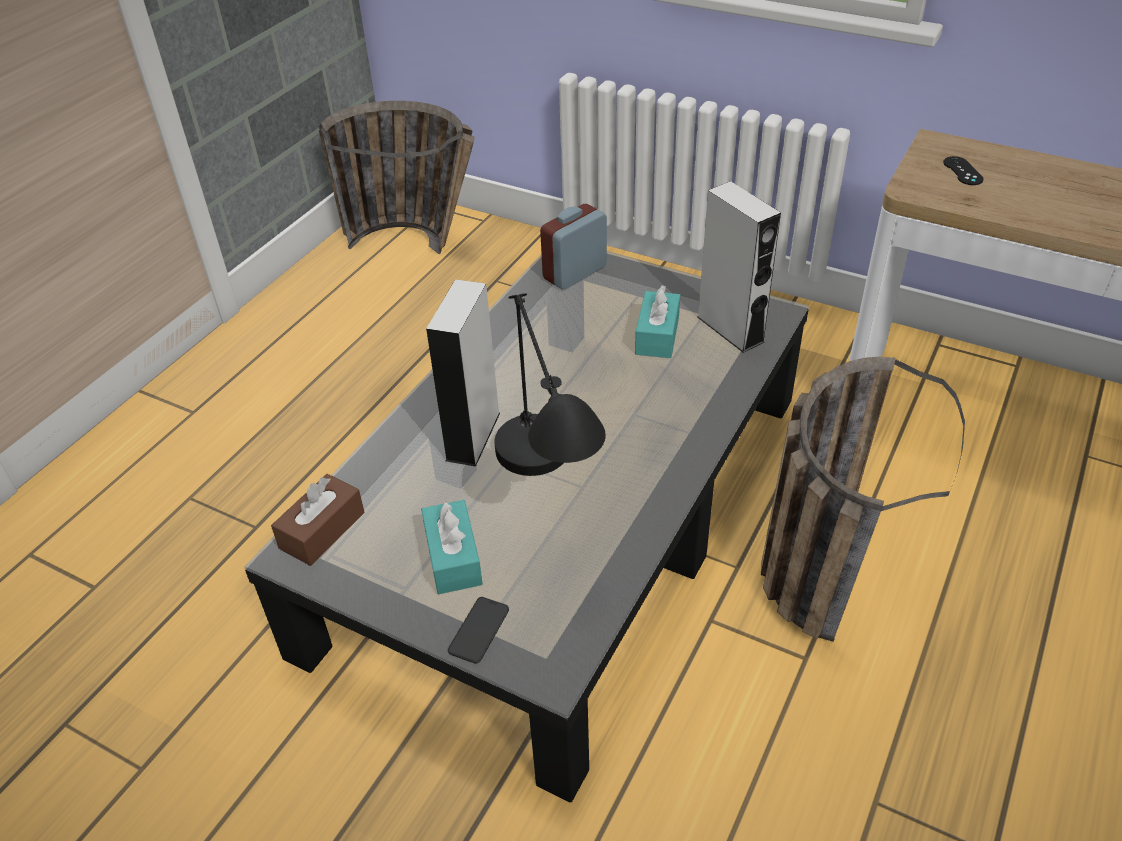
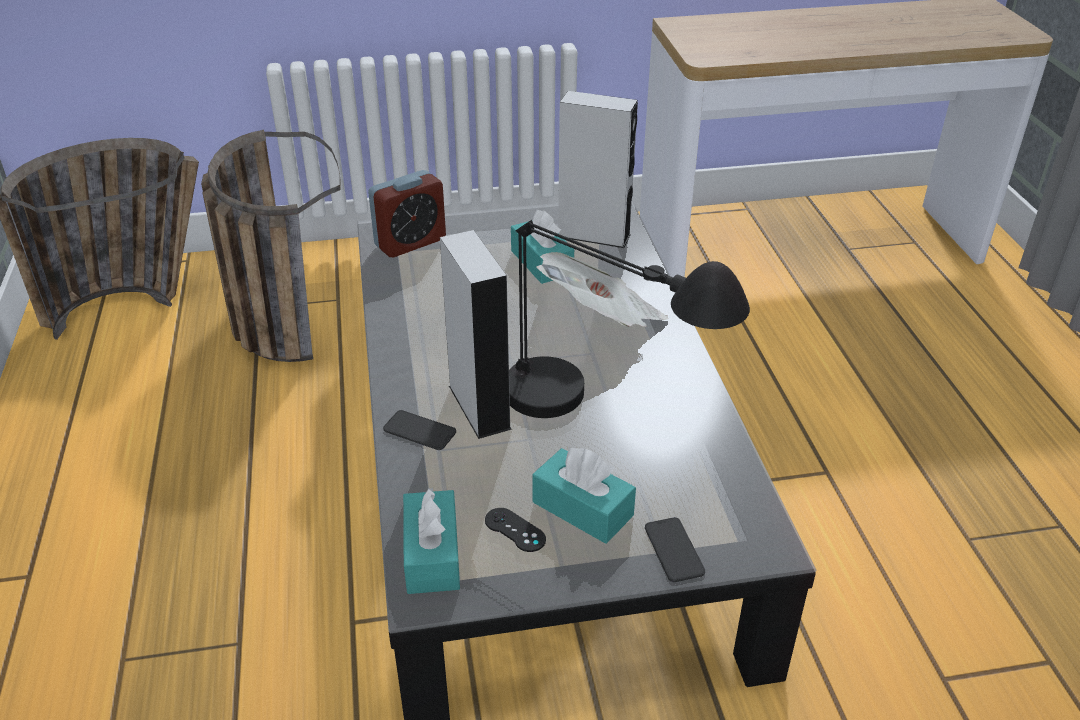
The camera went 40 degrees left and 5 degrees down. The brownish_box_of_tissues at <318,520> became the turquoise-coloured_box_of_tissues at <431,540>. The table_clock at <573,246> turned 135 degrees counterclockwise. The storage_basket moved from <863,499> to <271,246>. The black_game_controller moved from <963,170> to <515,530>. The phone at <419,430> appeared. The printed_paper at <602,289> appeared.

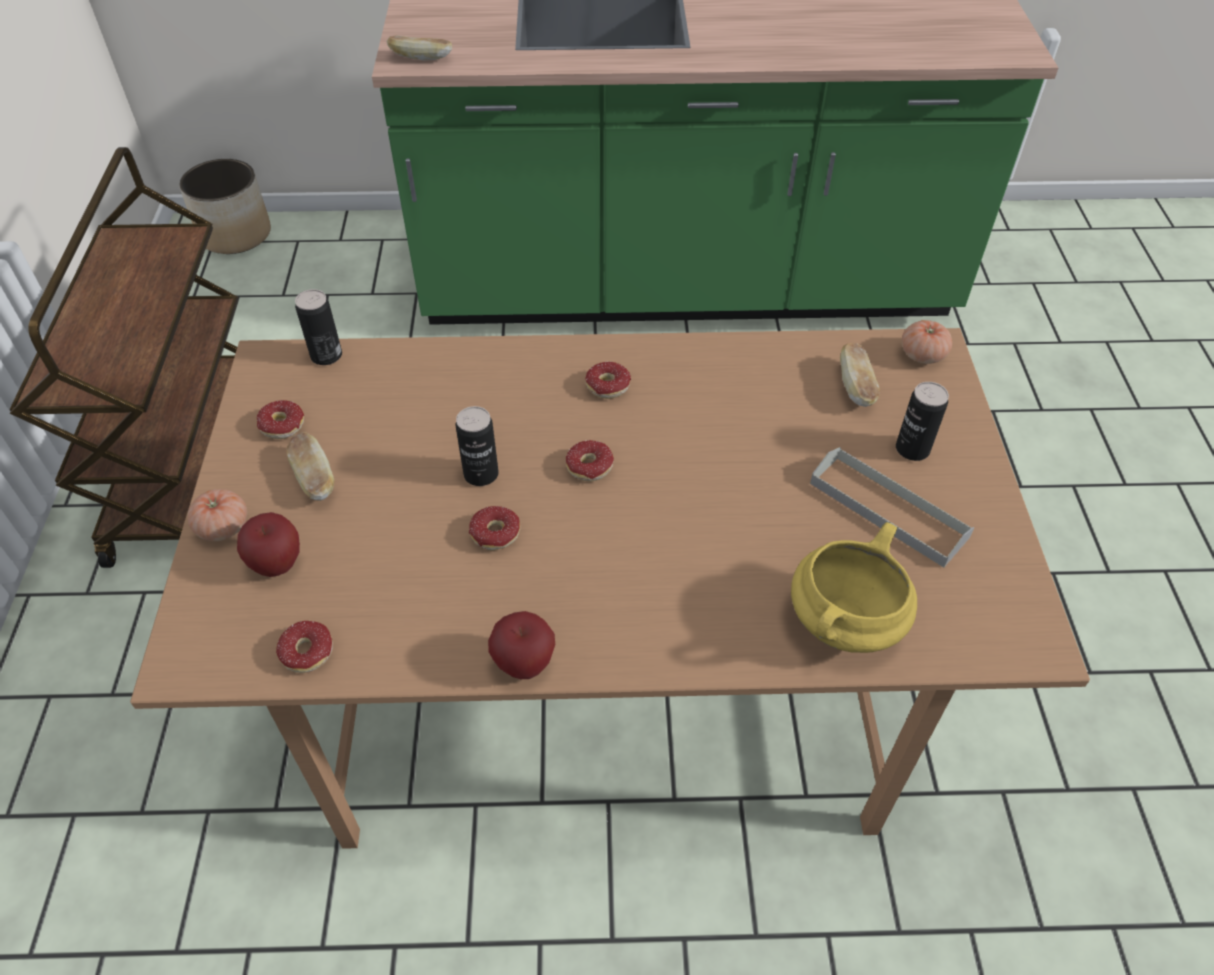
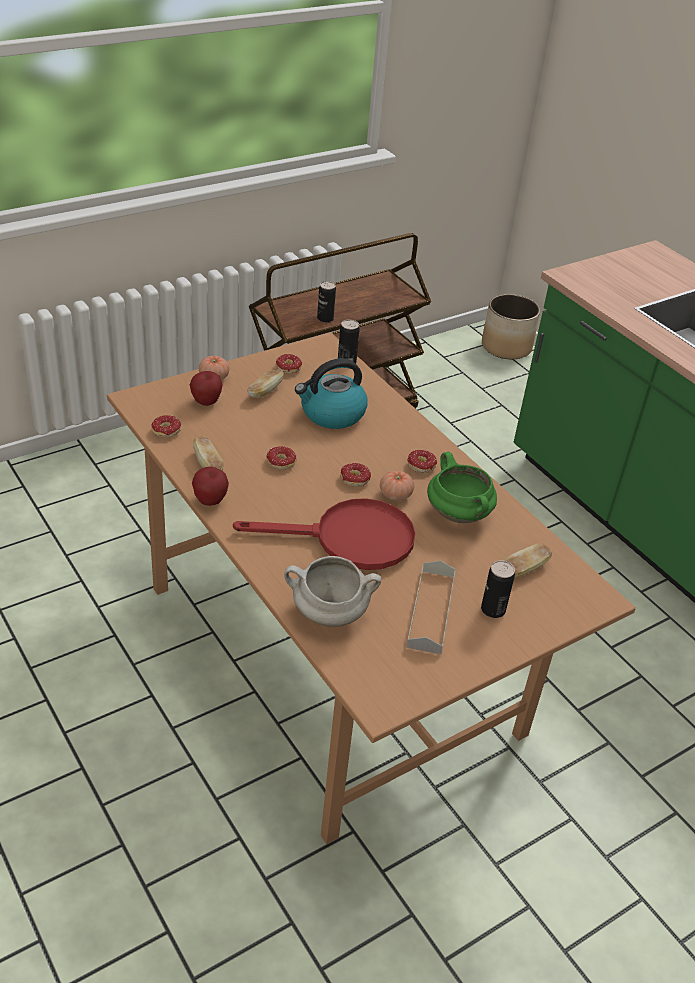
The camera went 55 degrees right and 10 degrees down. The bakery_bread moved from <419,48> to <208,453>. The metal_can moved from <477,446> to <326,302>. The yellow-coloured_saucepot at <854,587> became the whitish_saucepot at <332,591>. The tomato moved from <927,342> to <397,486>. The red_pan at <324,534> appeared. The tea_kettle at <331,393> appeared. The green-coloured_saucepot at <462,487> appeared.

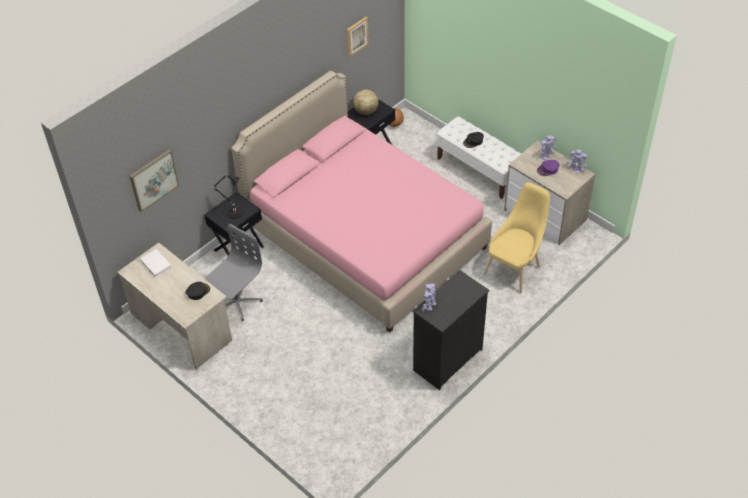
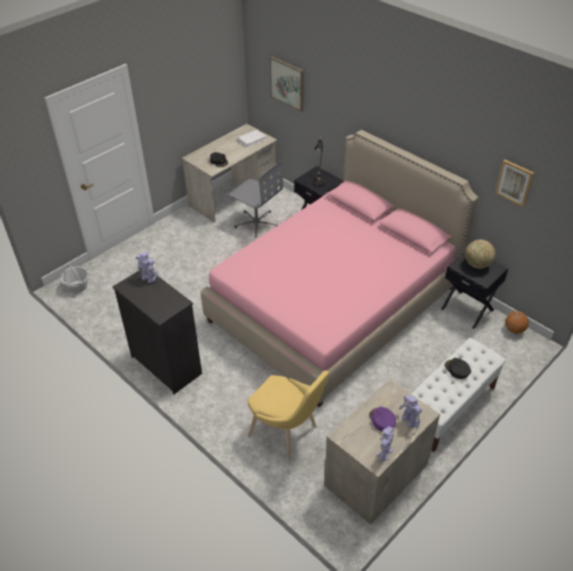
The camera went 90 degrees right and 5 degrees down. The storage_basket at <75,278> appeared.

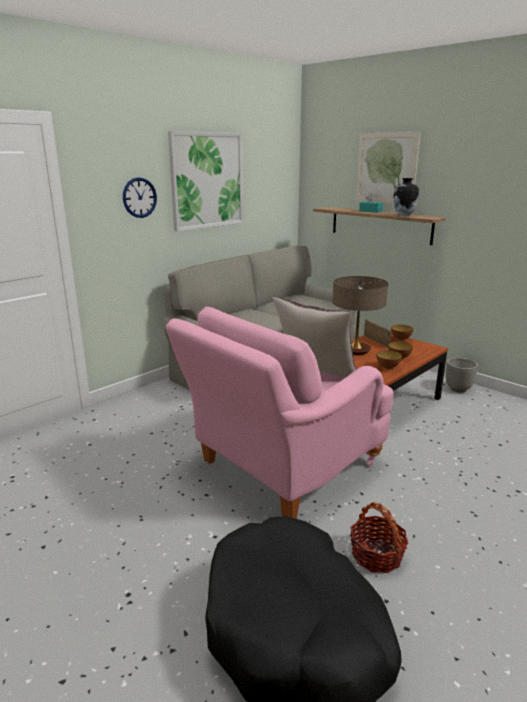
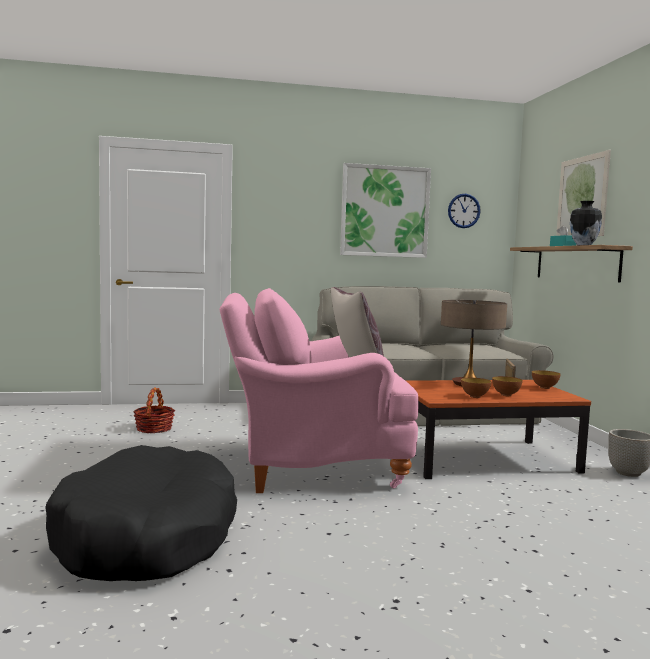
The camera went 35 degrees right and 15 degrees down. The hanging_clock moved from <140,197> to <464,211>. The storage_basket moved from <379,537> to <154,410>.

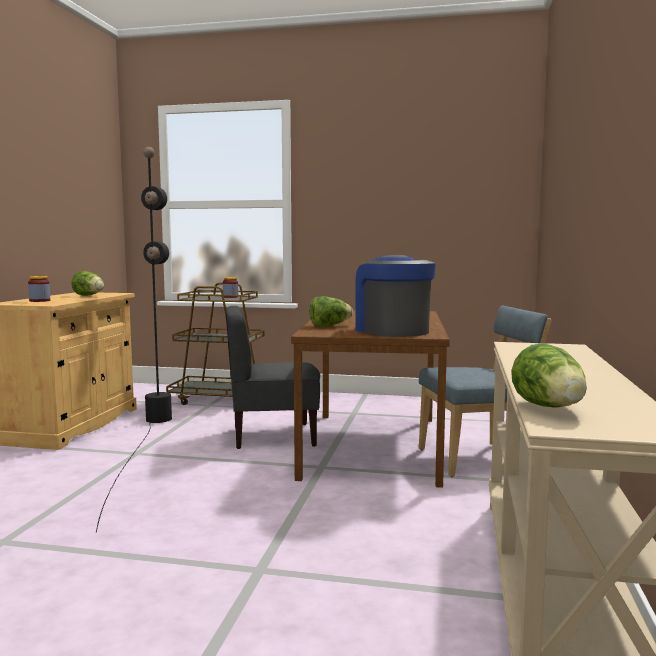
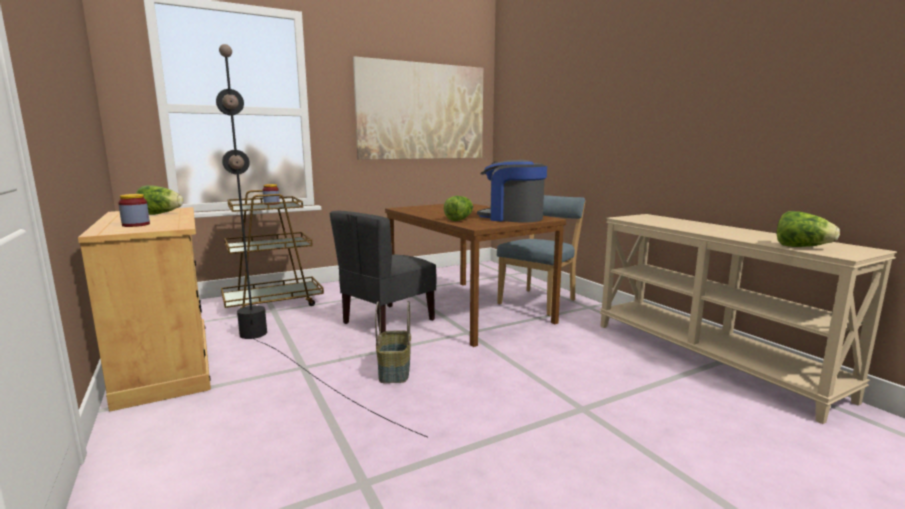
The camera went 40 degrees left and 5 degrees up. The wall_art at <418,108> appeared. The storage_basket at <393,342> appeared.

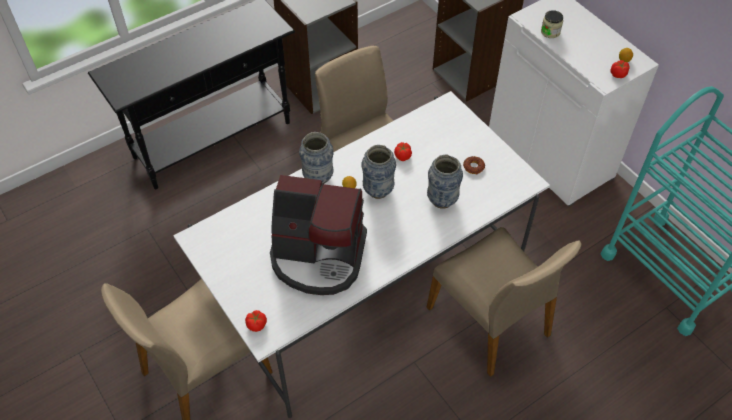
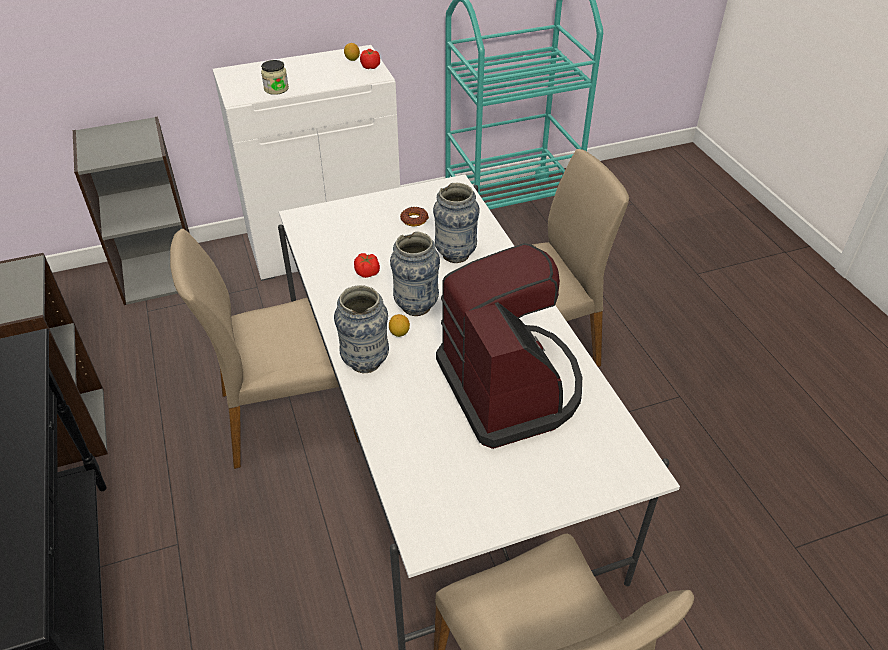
The camera went 75 degrees left and 10 degrees down. The tomato at <256,321> disappeared. The coffee_machine at <318,235> turned 45 degrees counterclockwise.

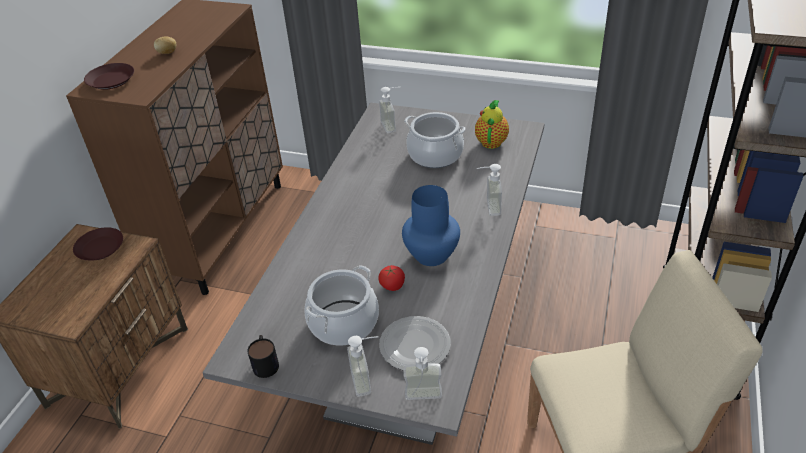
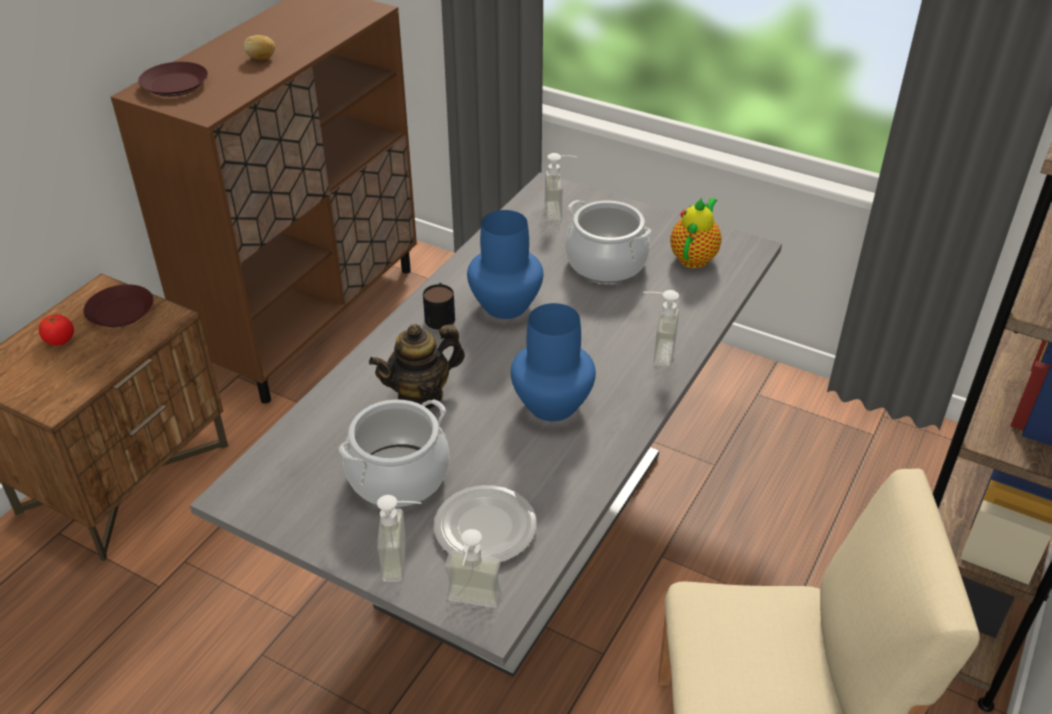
The camera went 10 degrees right and 0 degrees up. The tea_mug moved from <263,356> to <439,306>. The tomato moved from <391,278> to <56,330>. The pot_for_tea at <417,366> appeared. The blue_vase at <505,264> appeared.

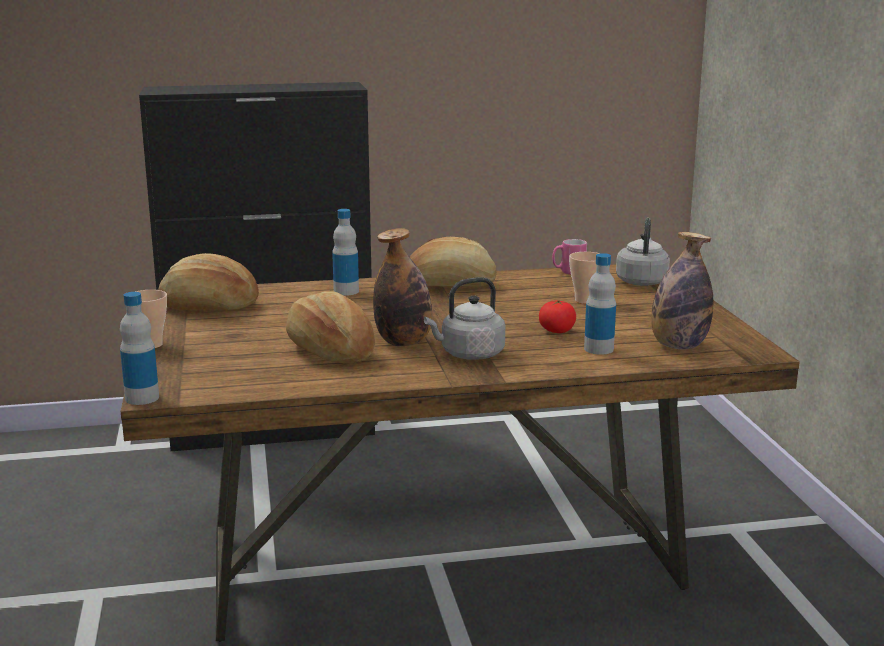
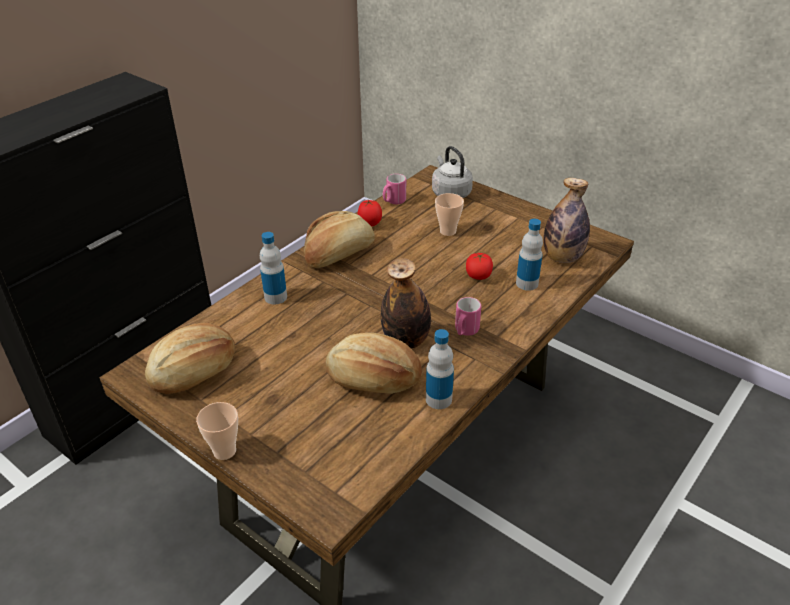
The camera went 40 degrees left and 20 degrees up. The bottle moved from <139,348> to <440,369>. The gray_tea_kettle at <464,318> was replaced by the pink_tea_mug at <468,316>. The tomato at <370,213> appeared.

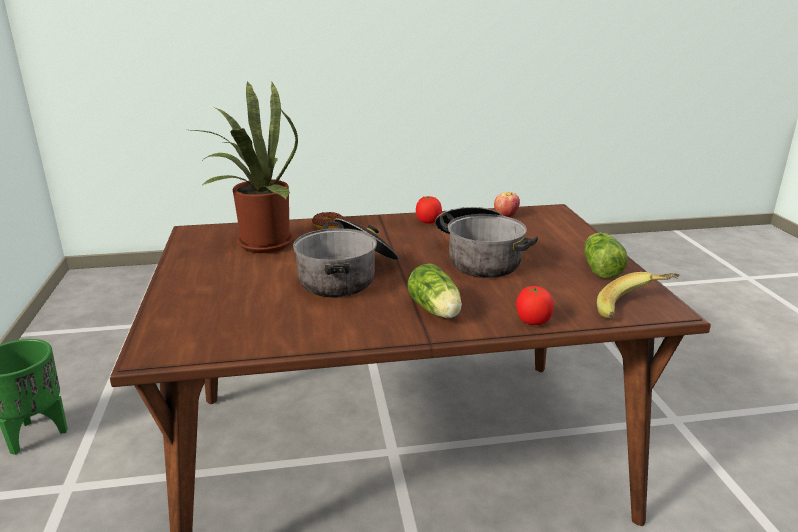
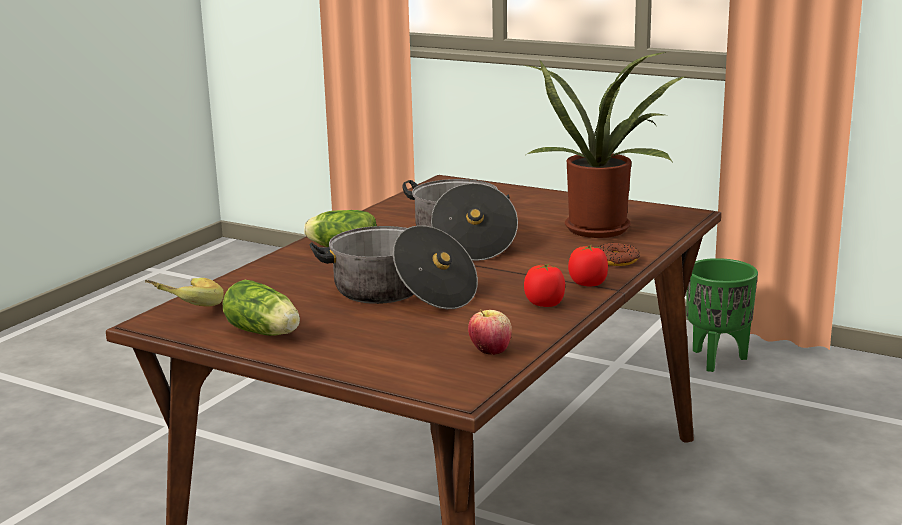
The camera went 130 degrees right and 5 degrees down. The tomato moved from <535,305> to <588,265>.

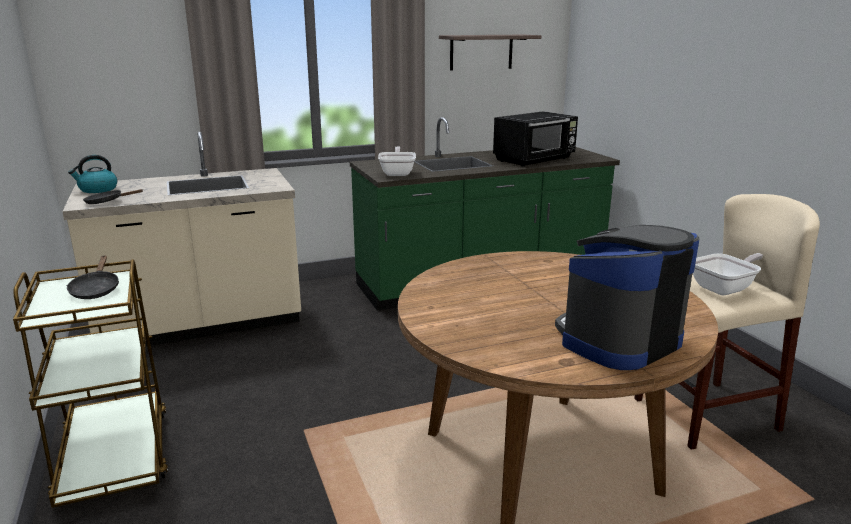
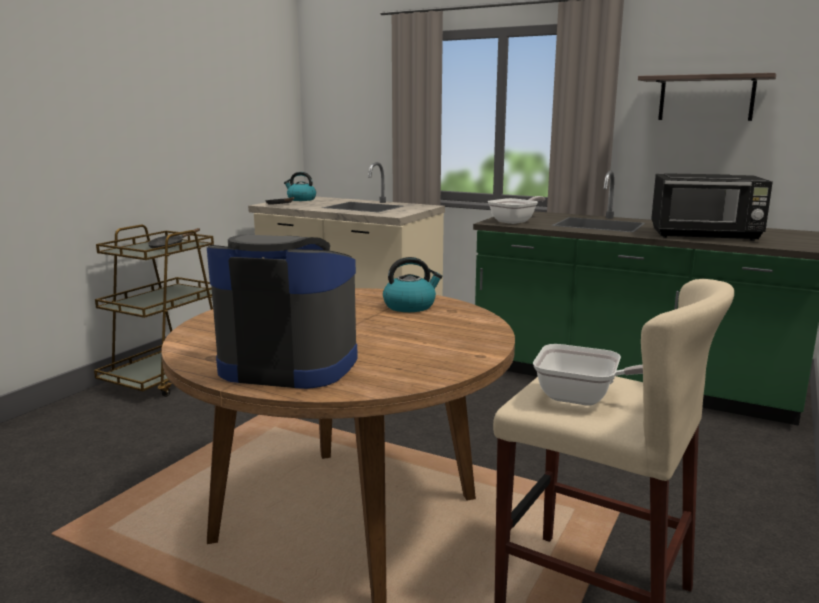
The camera went 50 degrees right and 5 degrees down. The tea_kettle at <413,284> appeared.

